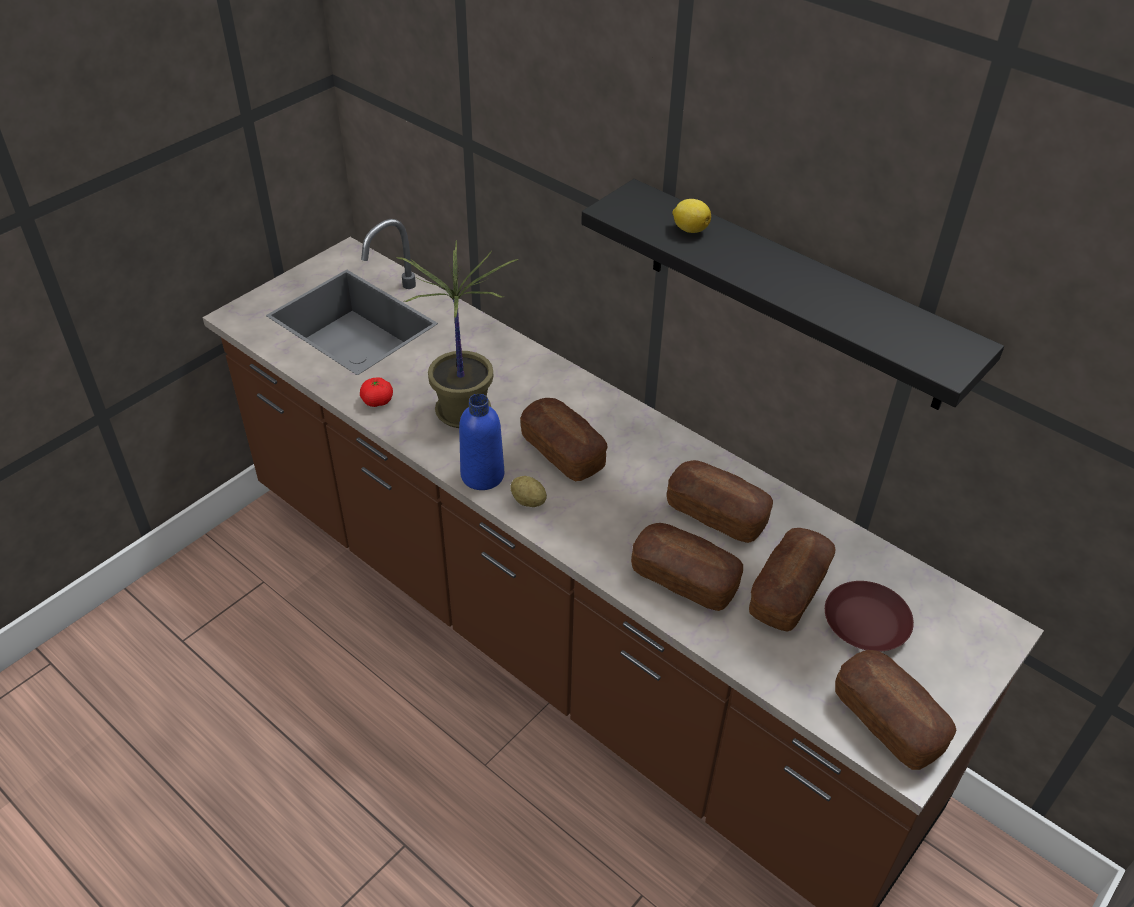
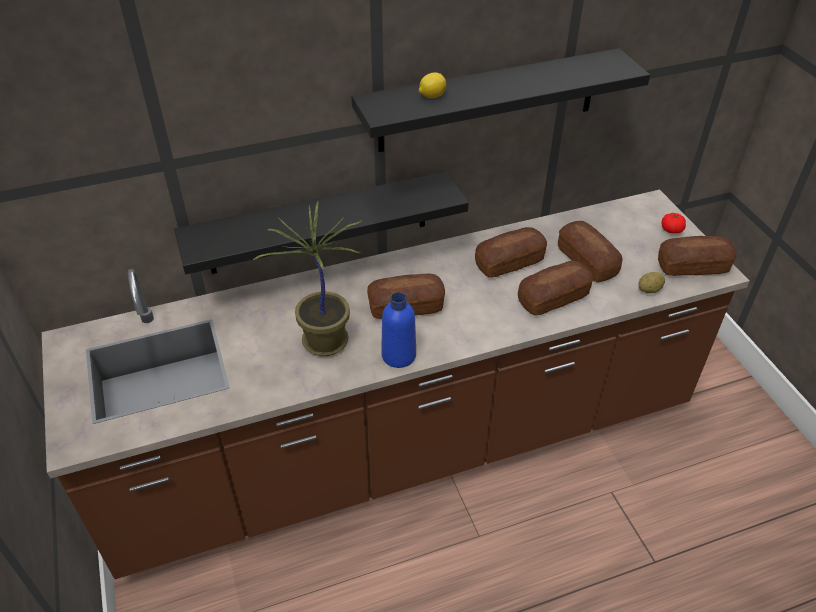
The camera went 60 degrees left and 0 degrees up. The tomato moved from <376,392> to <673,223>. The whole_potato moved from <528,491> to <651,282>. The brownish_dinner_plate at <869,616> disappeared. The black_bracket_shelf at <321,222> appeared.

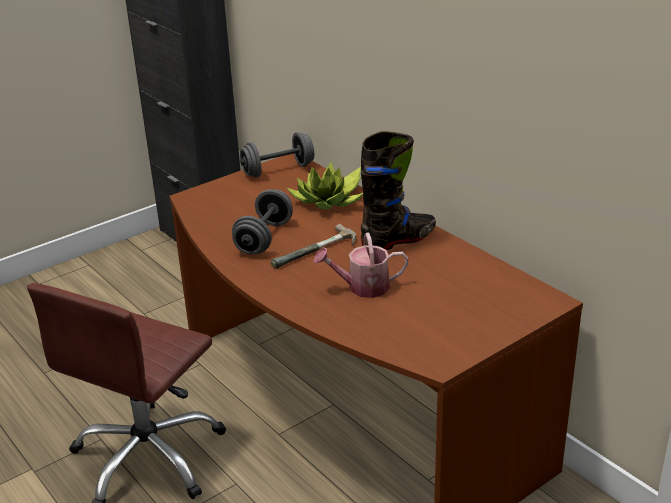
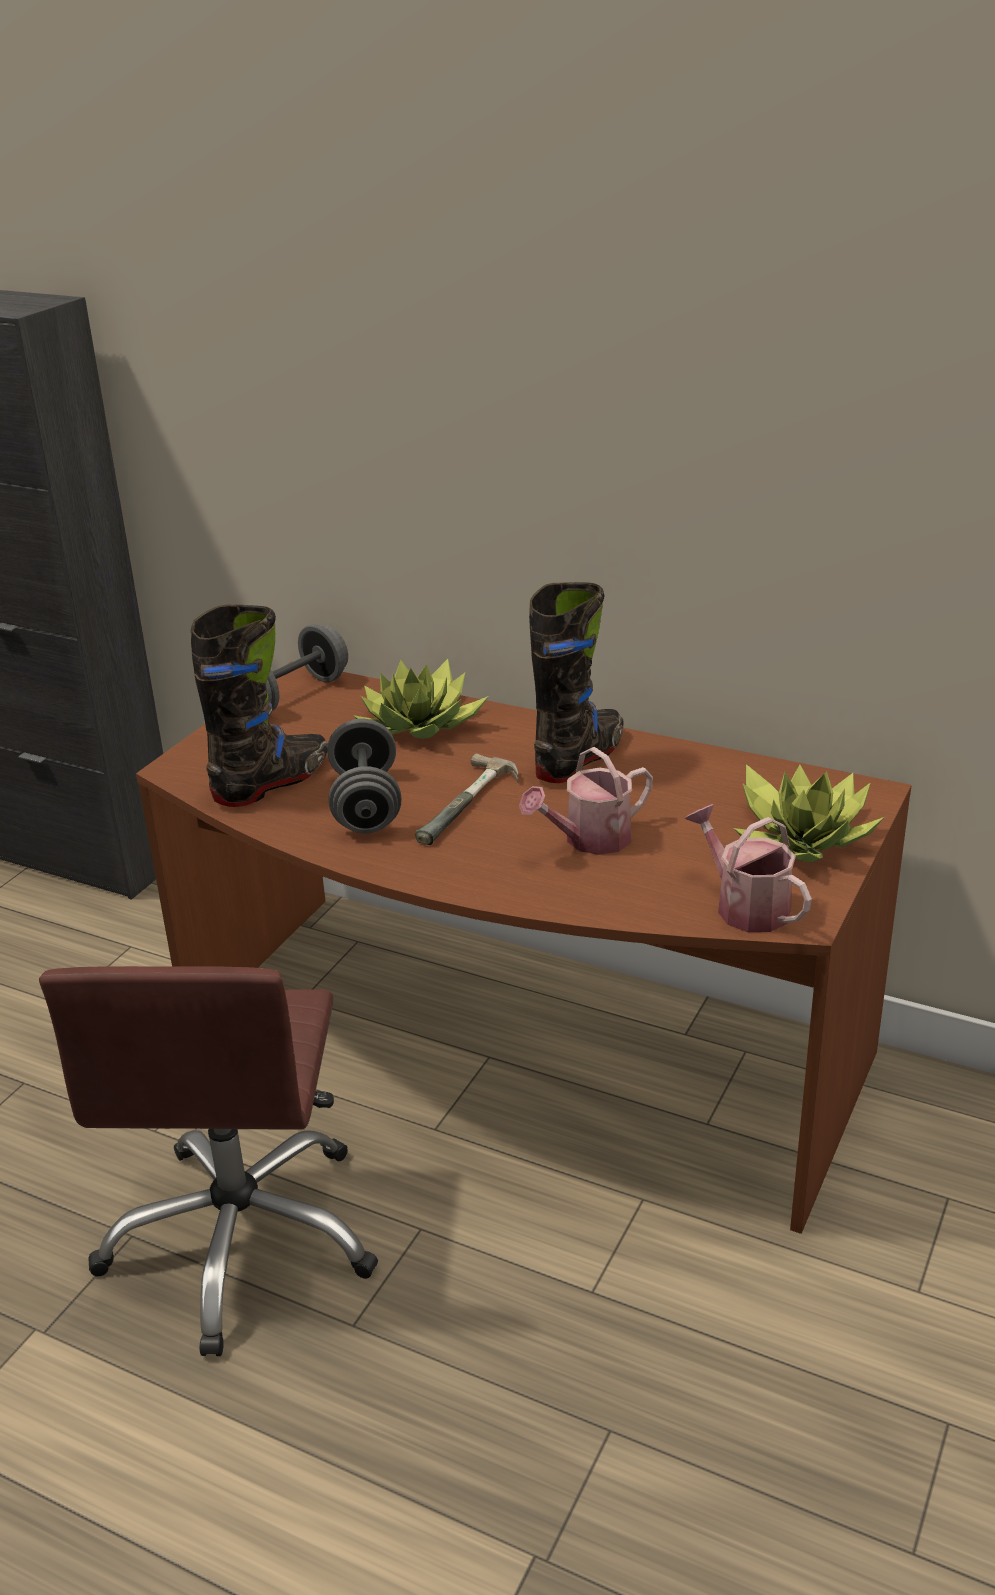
The camera went 25 degrees left and 0 degrees up. The black_high-top_boot at <259,706> appeared. The watering_can at <748,868> appeared. The potted_plant at <809,813> appeared.

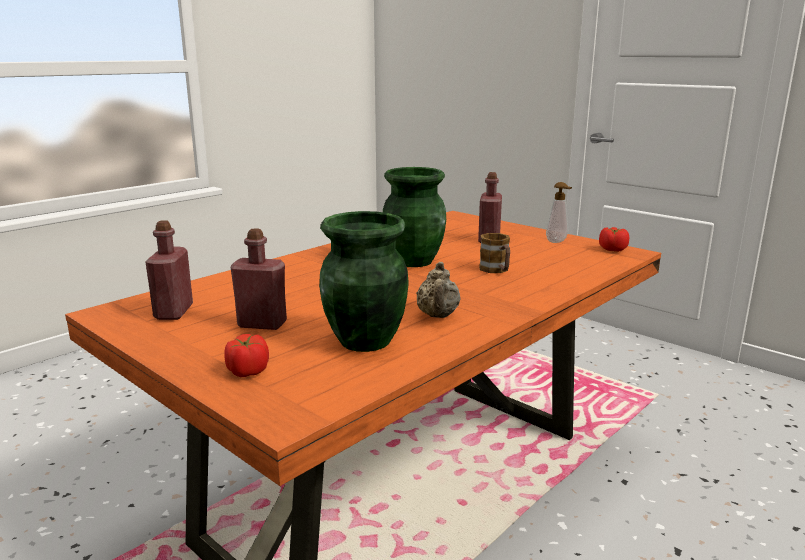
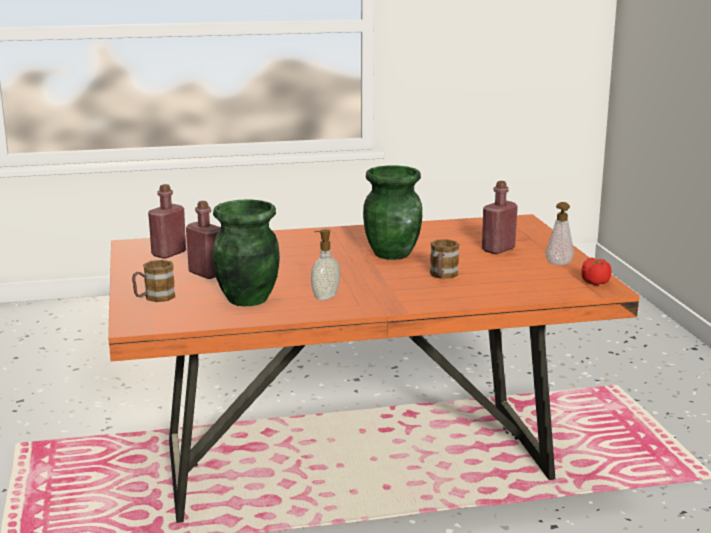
The camera went 35 degrees right and 0 degrees up. The tomato at <246,355> was replaced by the tea_mug at <153,281>. The beige-coloured_pot_for_tea at <438,290> was replaced by the soap_bottle at <325,264>.

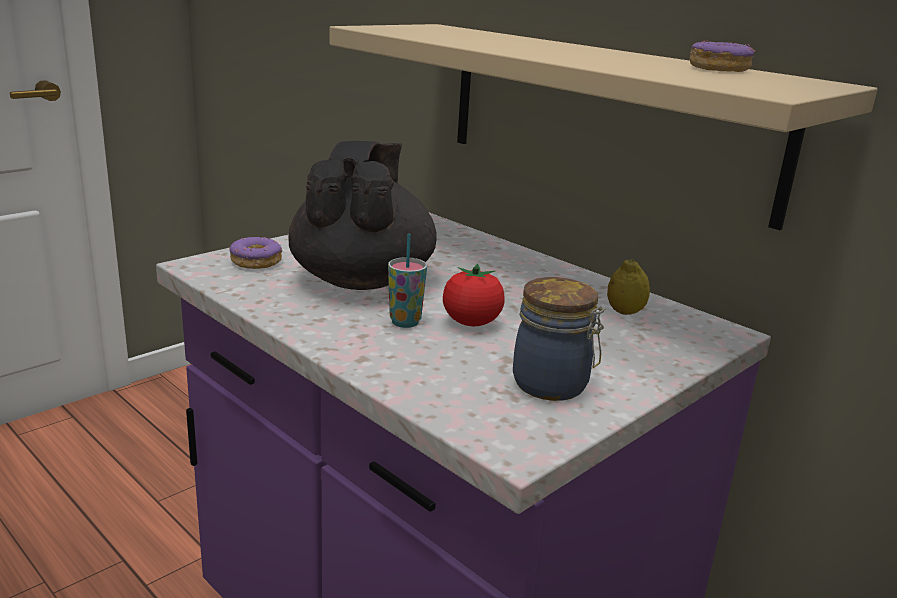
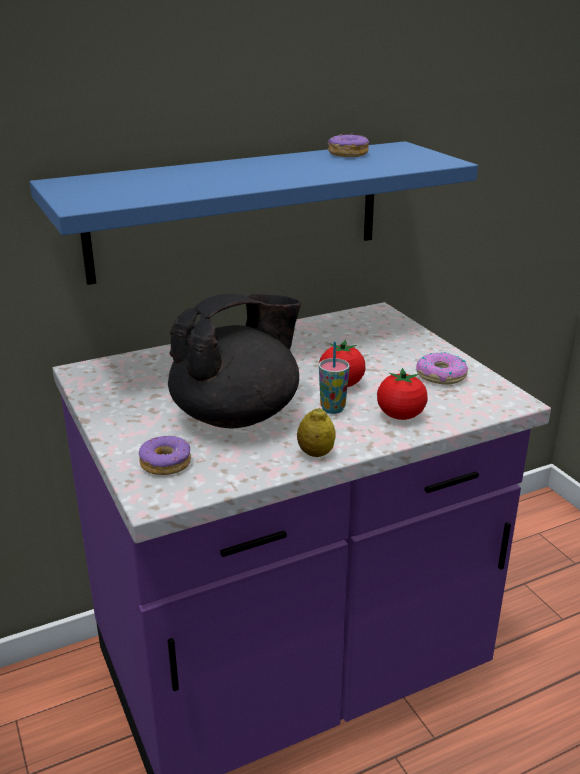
The camera went 70 degrees left and 5 degrees up. The black_pot_for_tea at <363,215> turned 120 degrees clockwise. The beige-coloured_bracket_shelf at <604,127> became the blue_bracket_shelf at <253,213>. The jar at <559,339> was replaced by the donut at <442,368>. The lemon moved from <628,287> to <316,432>. The tomato at <402,394> appeared.

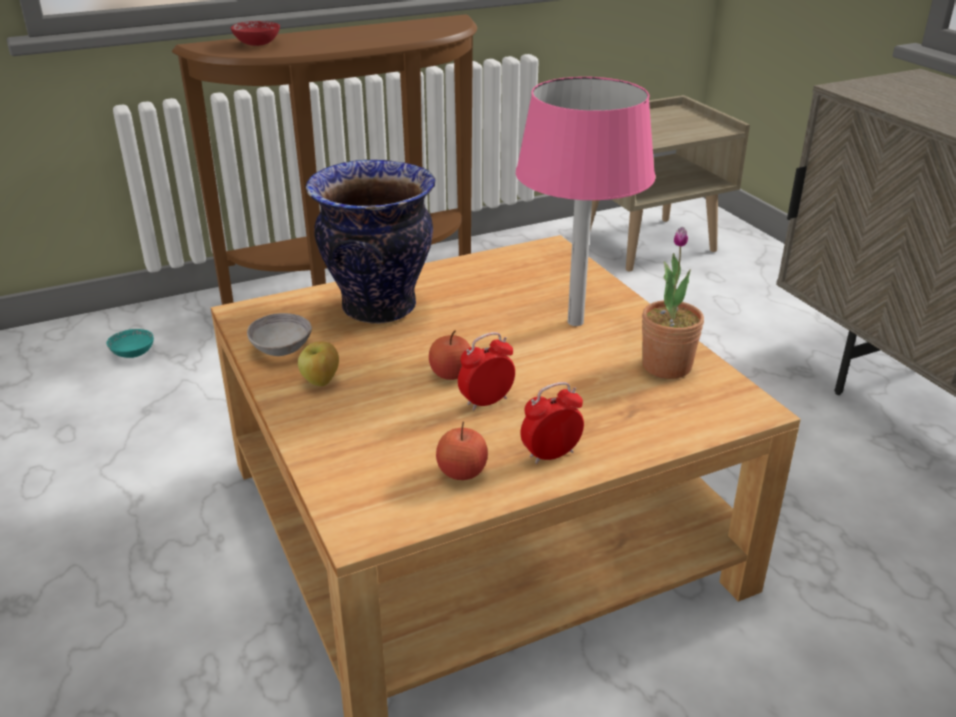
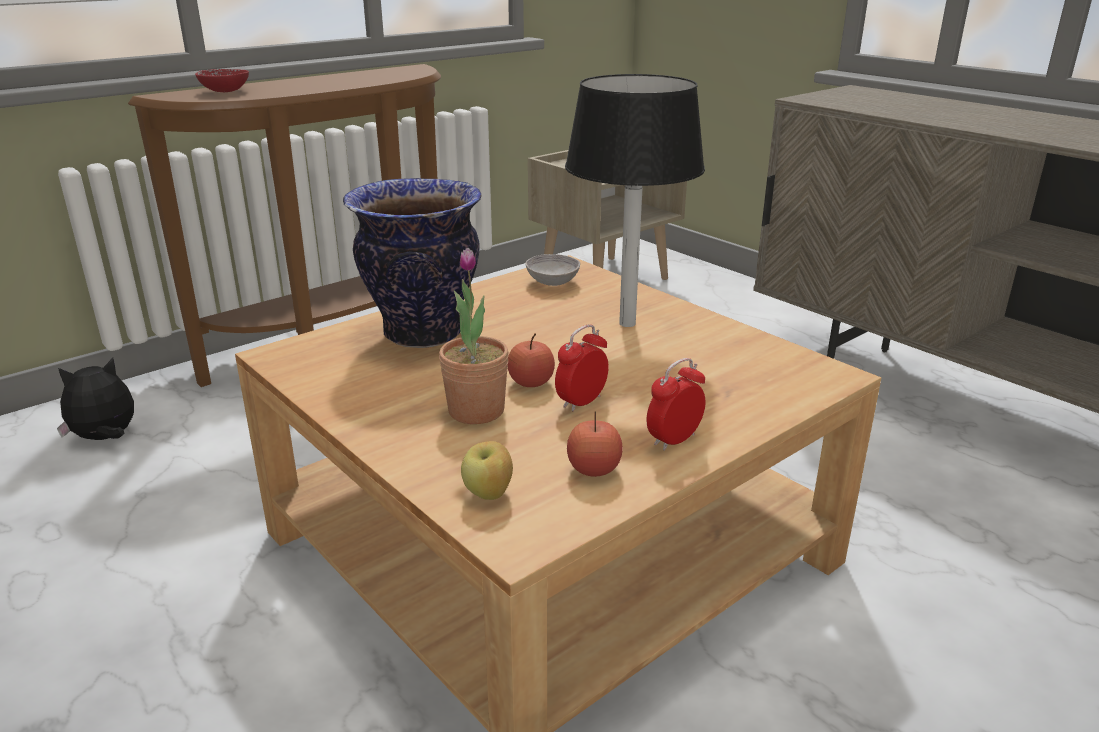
The camera went 15 degrees left and 5 degrees down. The turquoise-coloured_bowl at <130,343> was replaced by the soft_toy at <95,399>. The gray_bowl moved from <279,334> to <552,270>. The apple moved from <318,364> to <487,470>. The pink_tabletop_lamp at <586,201> became the black_tabletop_lamp at <635,200>. The potted_plant moved from <673,303> to <474,336>.

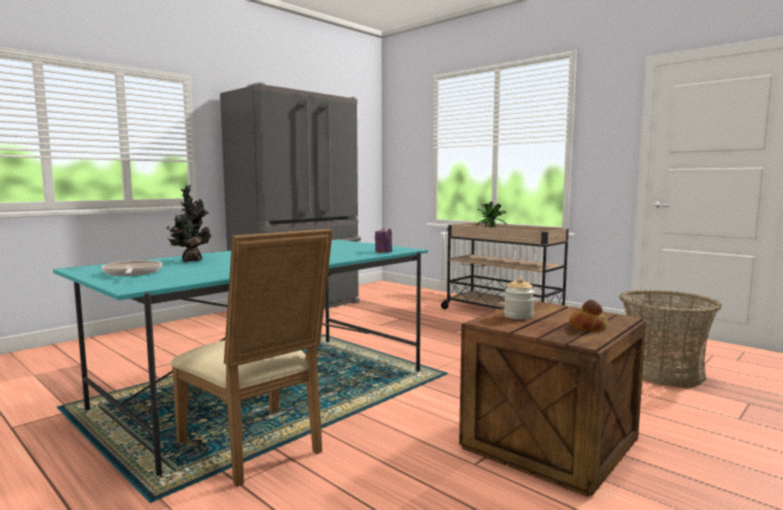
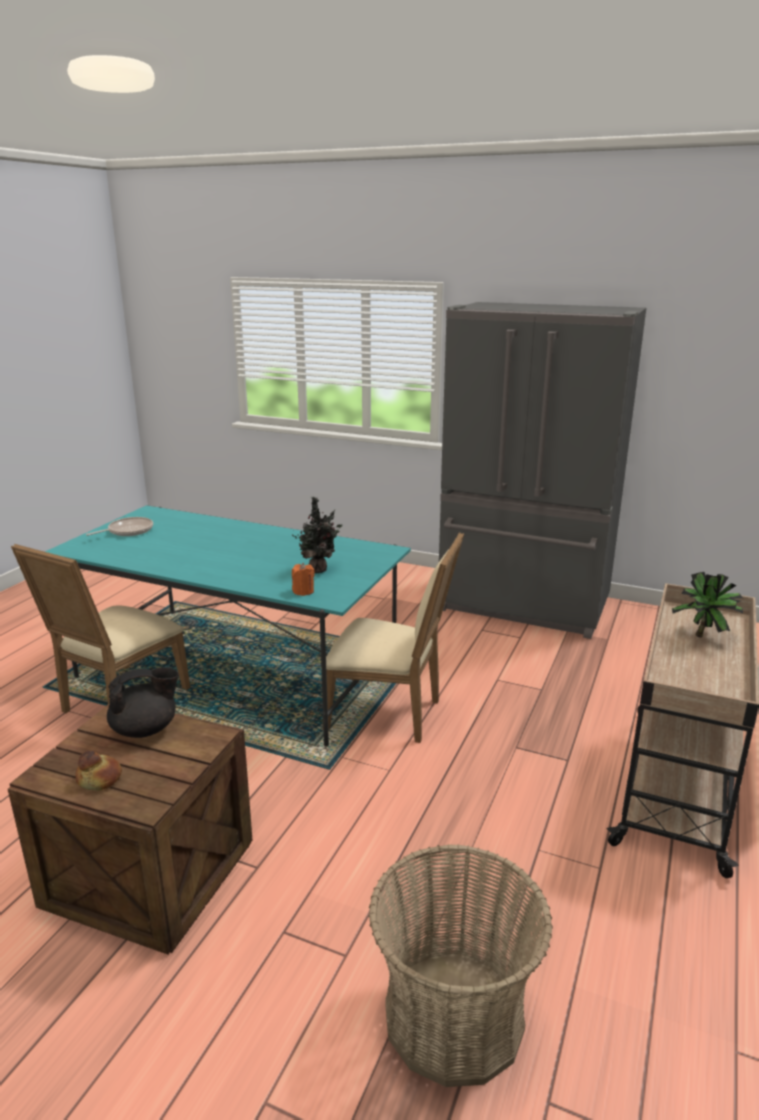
The camera went 70 degrees right and 15 degrees up. The potted_plant moved from <189,223> to <316,535>. The purplish_wax_candle at <383,240> became the orangey_wax_candle at <303,579>. The jar at <519,299> was replaced by the black_pot_for_tea at <143,703>. The beige-coloured_plain_chair at <395,638> appeared.

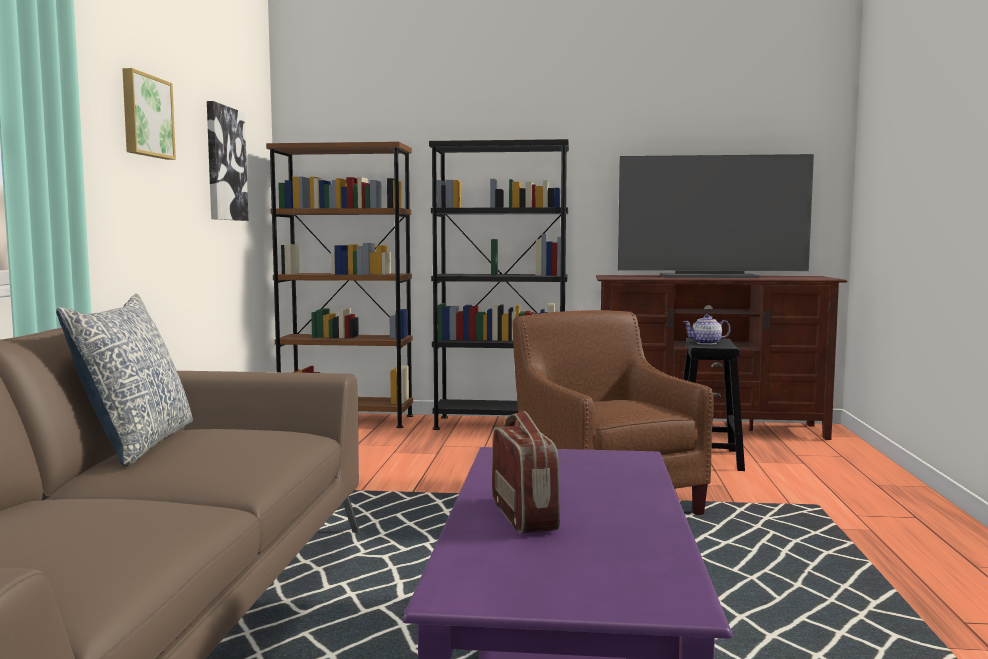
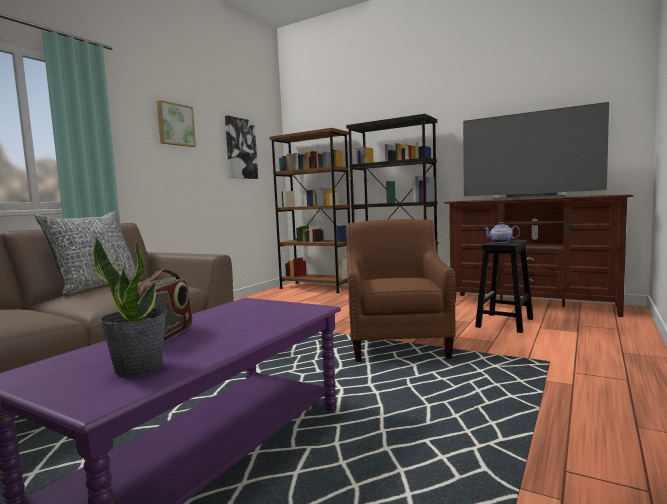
The camera went 25 degrees right and 0 degrees up. The potted_plant at <129,307> appeared.

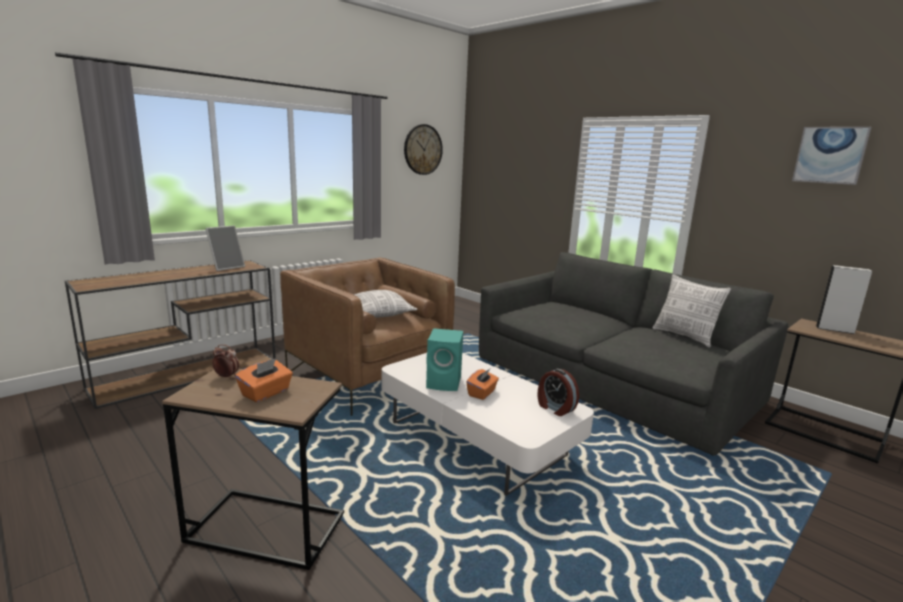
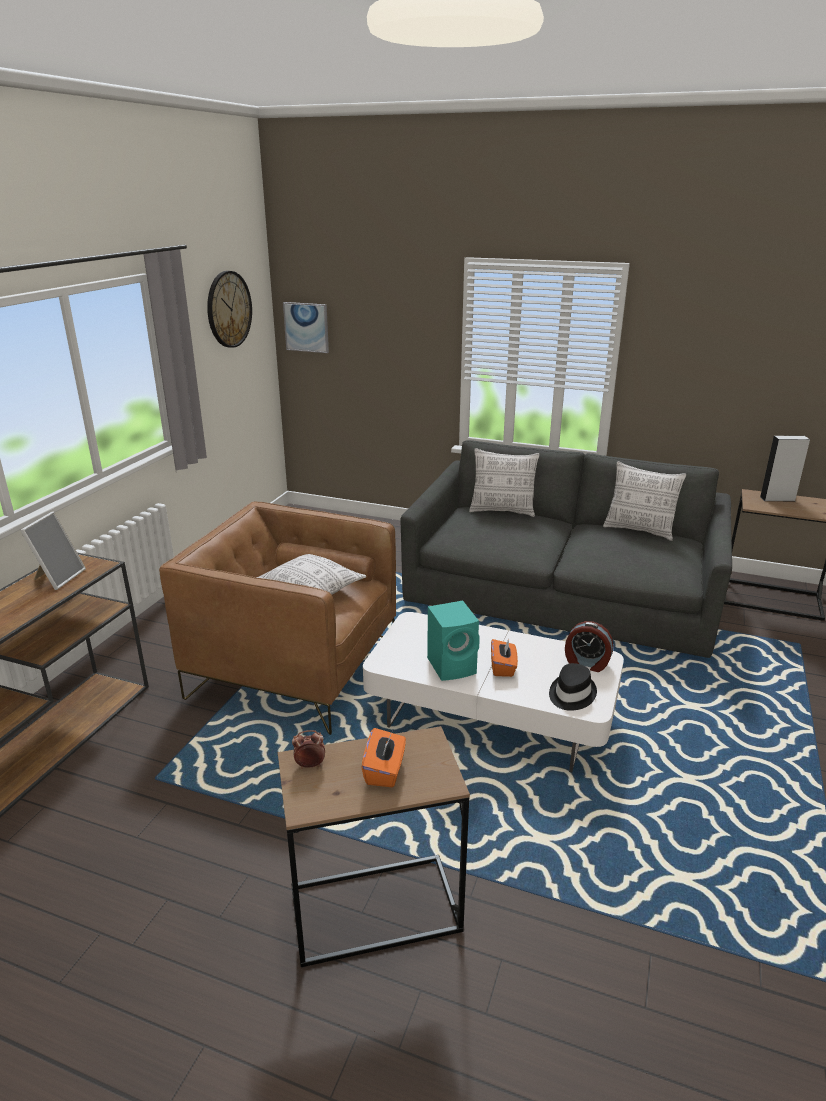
The camera went 25 degrees left and 10 degrees up. The wall_art moved from <831,156> to <306,327>. The throw_pillow at <504,482> appeared. The black_clothing_hat at <573,687> appeared.

